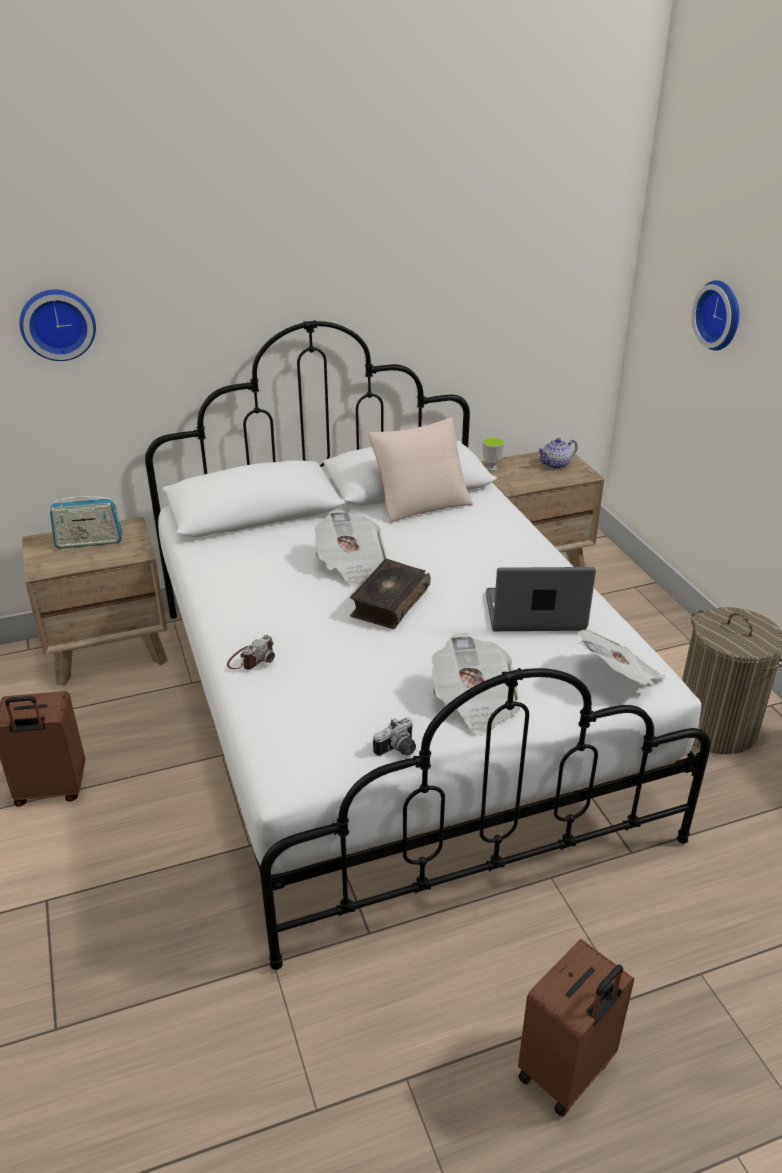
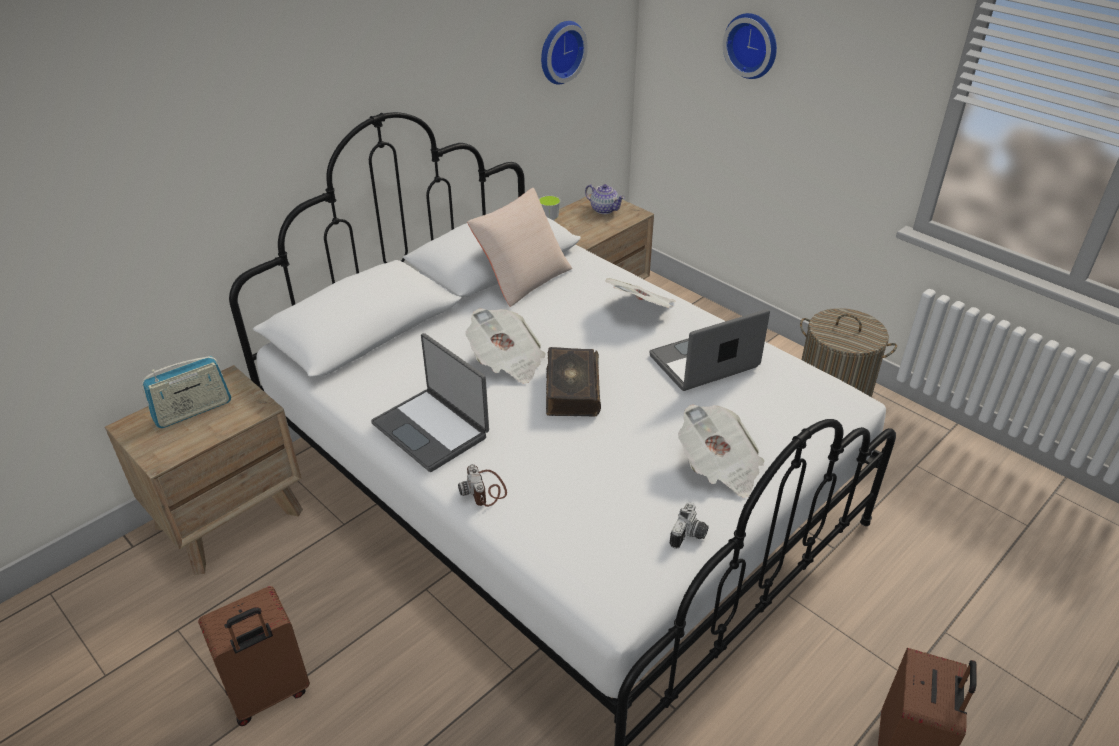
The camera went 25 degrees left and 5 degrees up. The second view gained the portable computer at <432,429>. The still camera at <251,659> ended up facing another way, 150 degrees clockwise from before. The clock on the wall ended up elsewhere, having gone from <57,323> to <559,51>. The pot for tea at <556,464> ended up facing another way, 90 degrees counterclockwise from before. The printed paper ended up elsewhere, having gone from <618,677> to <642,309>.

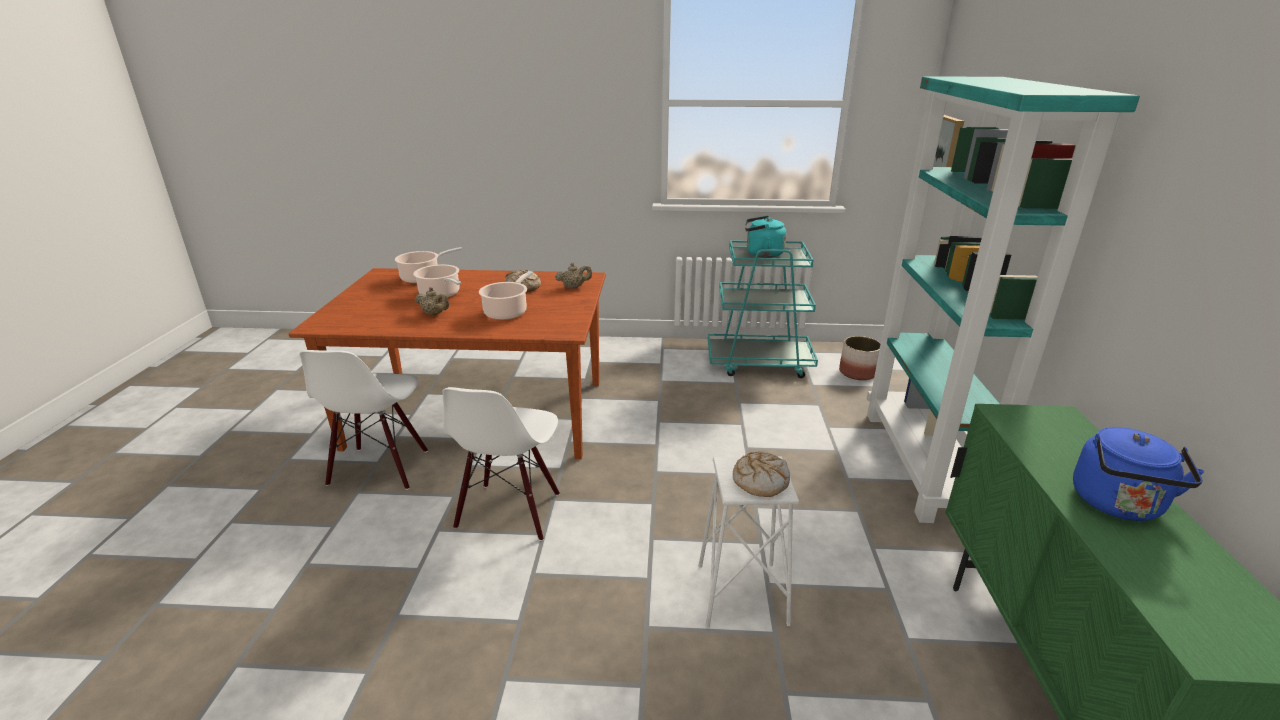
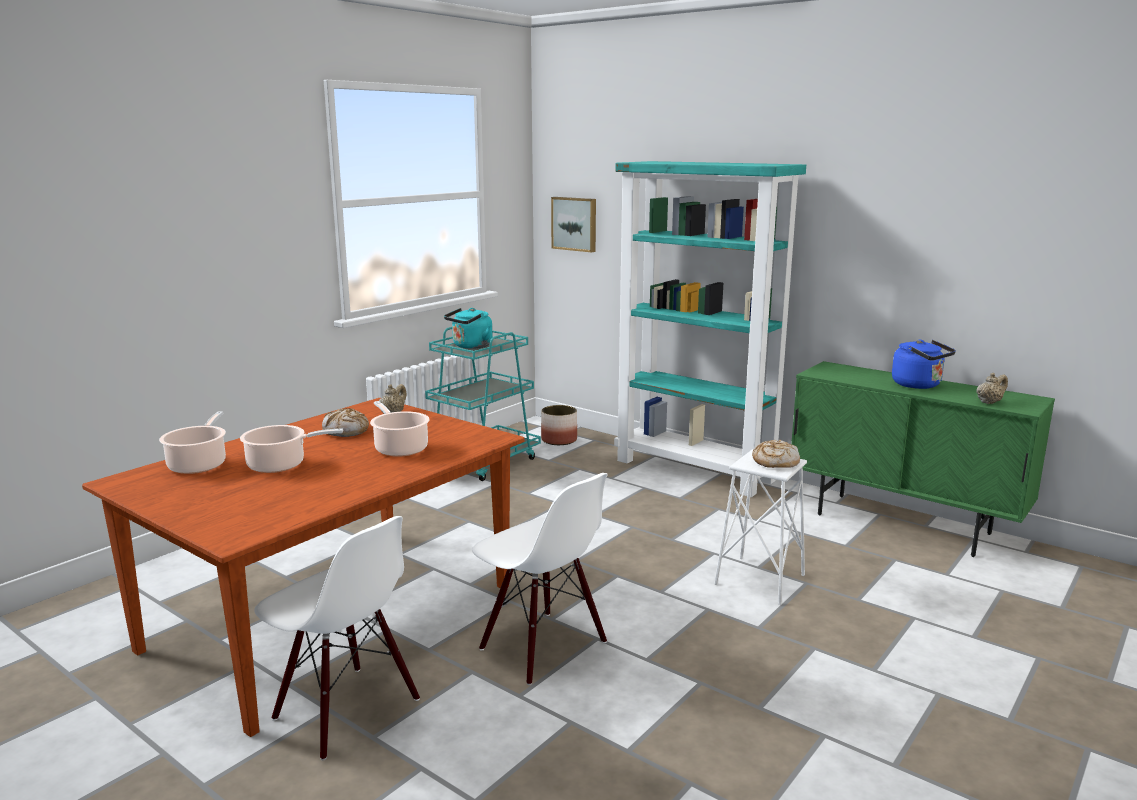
The camera went 55 degrees left and 10 degrees down. The beige pot for tea ended up elsewhere, having gone from <434,314> to <989,402>.

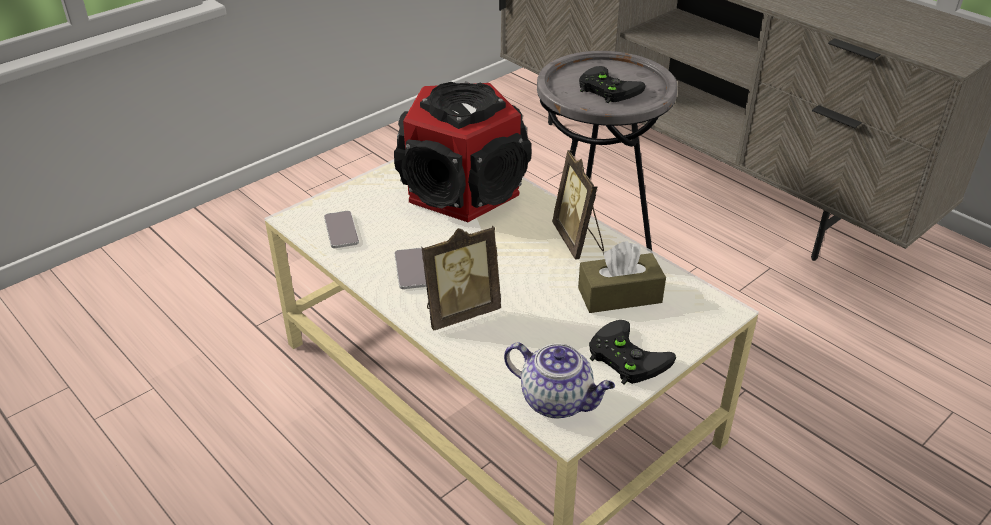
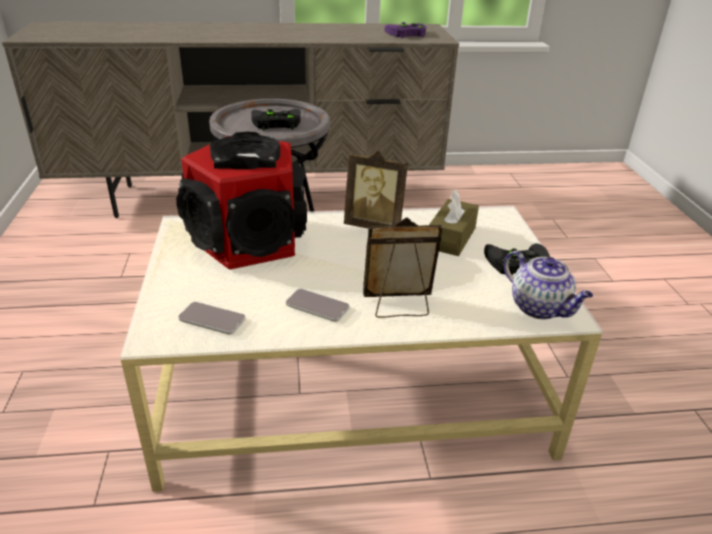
The camera went 55 degrees left and 5 degrees down. The photo frame at <460,312> ended up facing another way, 105 degrees counterclockwise from before. The second view gained the purplish game controller at <405,34>. The pot for tea at <558,401> ended up facing another way, 75 degrees clockwise from before.

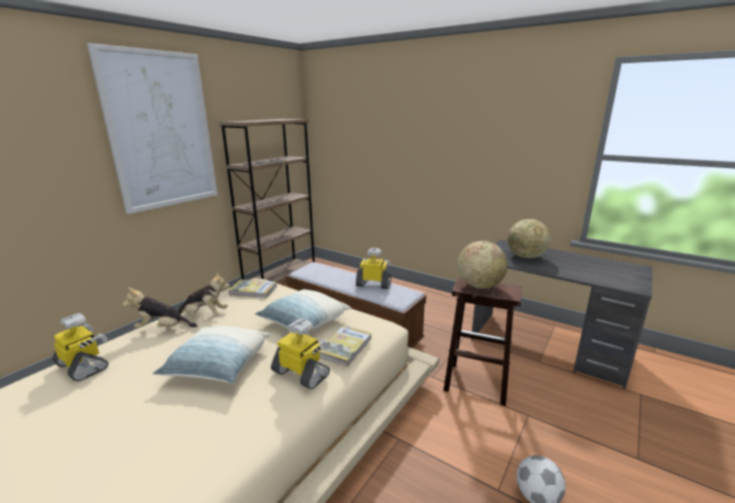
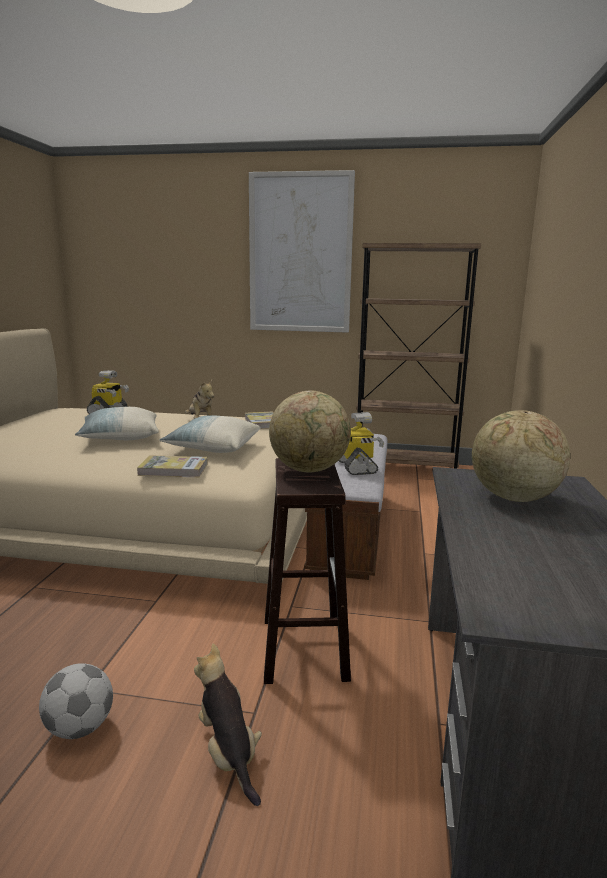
The camera went 65 degrees right and 5 degrees down. The soft toy ended up elsewhere, having gone from <163,329> to <228,753>. The second view lost the toy robot at <302,373>.

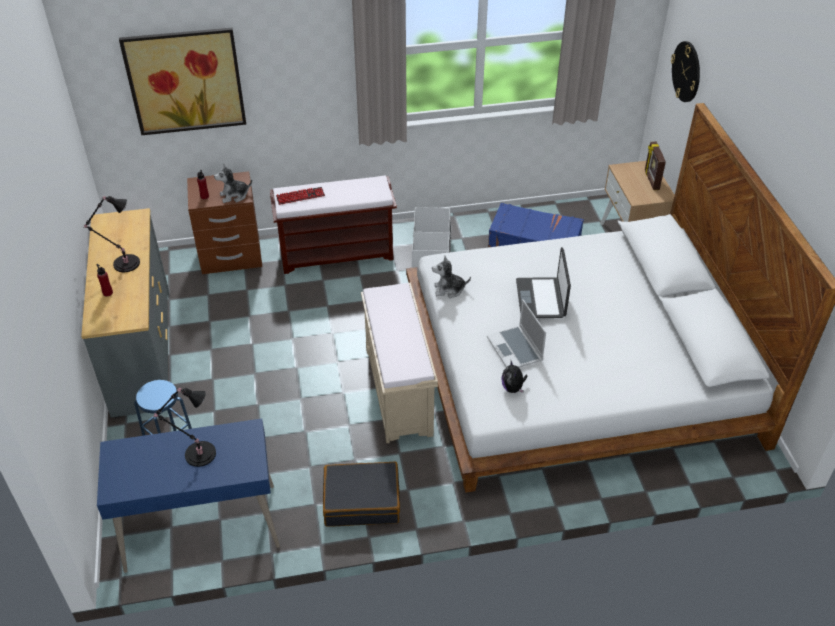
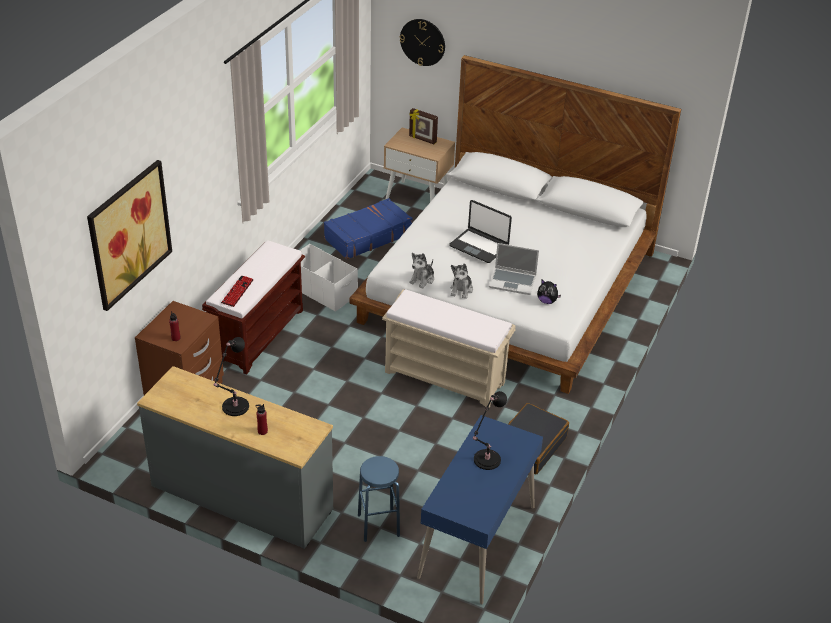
The camera went 55 degrees left and 5 degrees down. The soft toy ended up elsewhere, having gone from <234,195> to <461,290>.

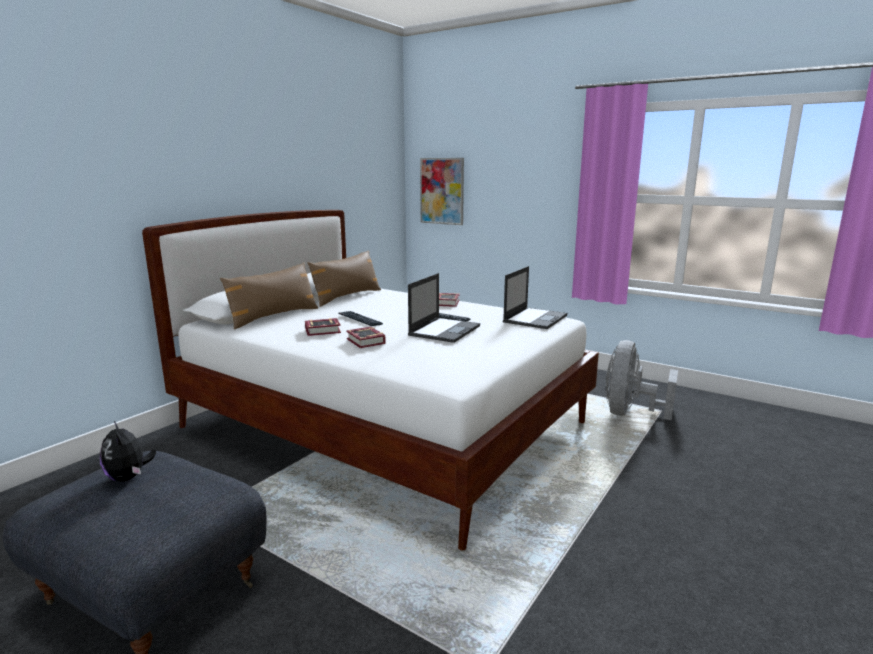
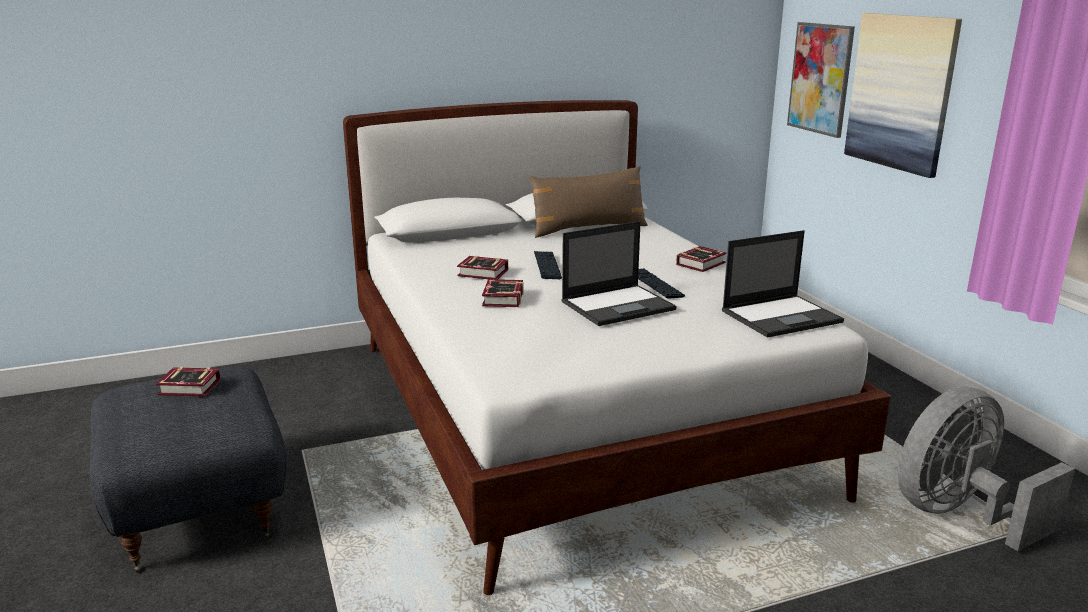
The camera went 35 degrees right and 5 degrees up. Where the soft toy stood at <129,477>, the bound book came to stand at <191,388>. The second view gained the picture at <901,92>. The second view lost the brownish throw pillow at <273,317>.

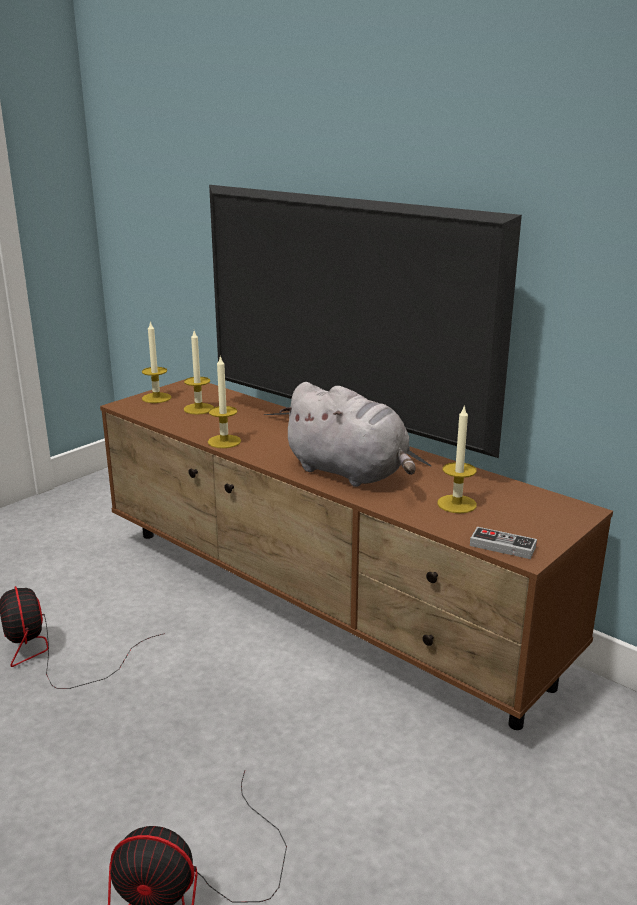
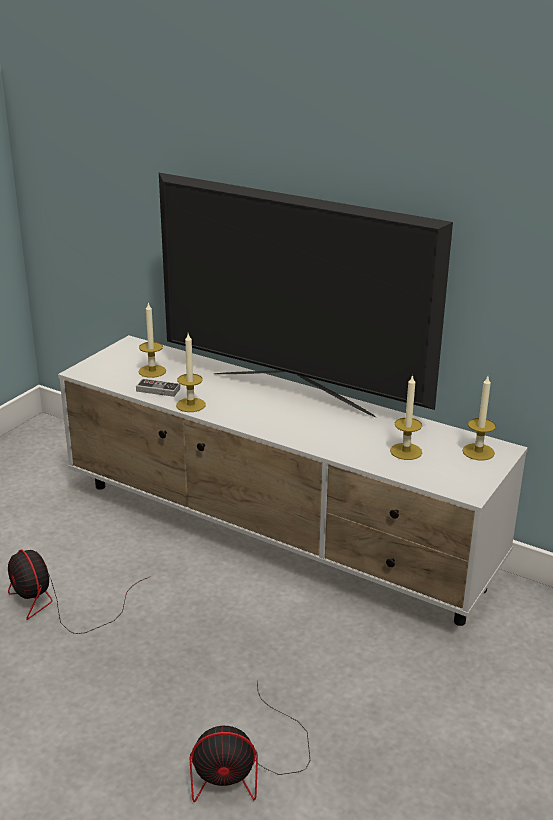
The camera went 10 degrees left and 5 degrees up. What was the brownish tv unit at <321,603> turned into the whitish tv unit at <277,536>. The game controller ended up elsewhere, having gone from <502,546> to <158,390>. The candle ended up elsewhere, having gone from <156,398> to <478,452>. The second view lost the greyish soft toy at <350,473>.

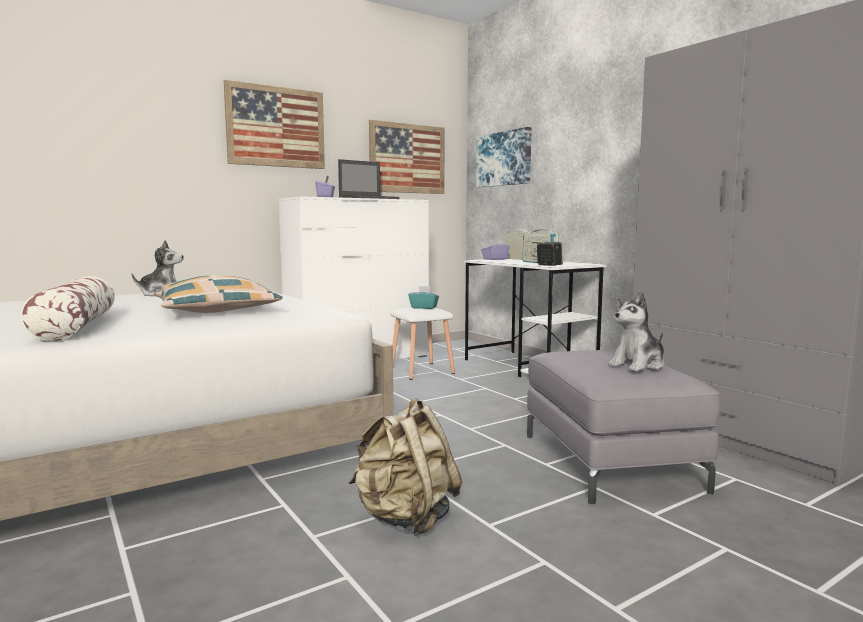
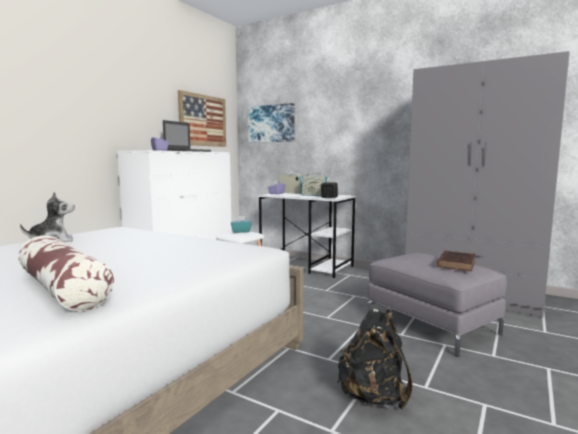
The camera went 25 degrees left and 0 degrees up. What was the beige rucksack at <406,519> turned into the black rucksack at <373,397>. Where the soft toy stood at <638,365>, the brownish bound book came to stand at <456,263>. The second view lost the throw pillow at <216,310>. The second view lost the picture at <276,127>.

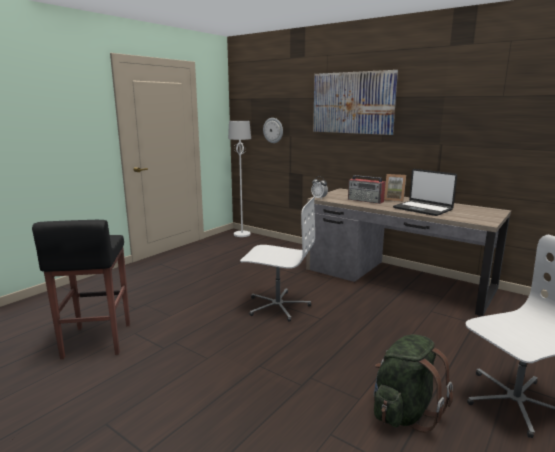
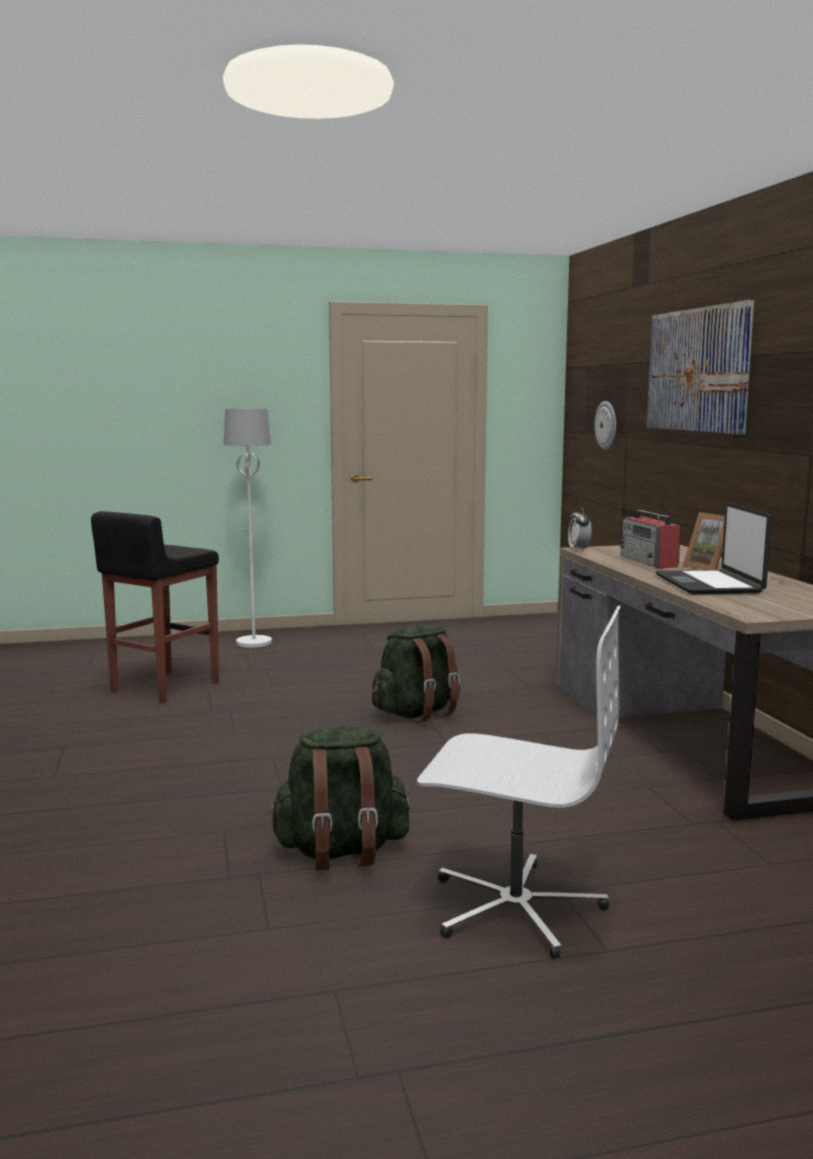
The camera went 40 degrees right and 5 degrees down. The whitish standing lamp ended up elsewhere, having gone from <241,234> to <253,642>. Where the whitish desk chair stood at <277,306>, the green-coloured rucksack came to stand at <417,713>.

